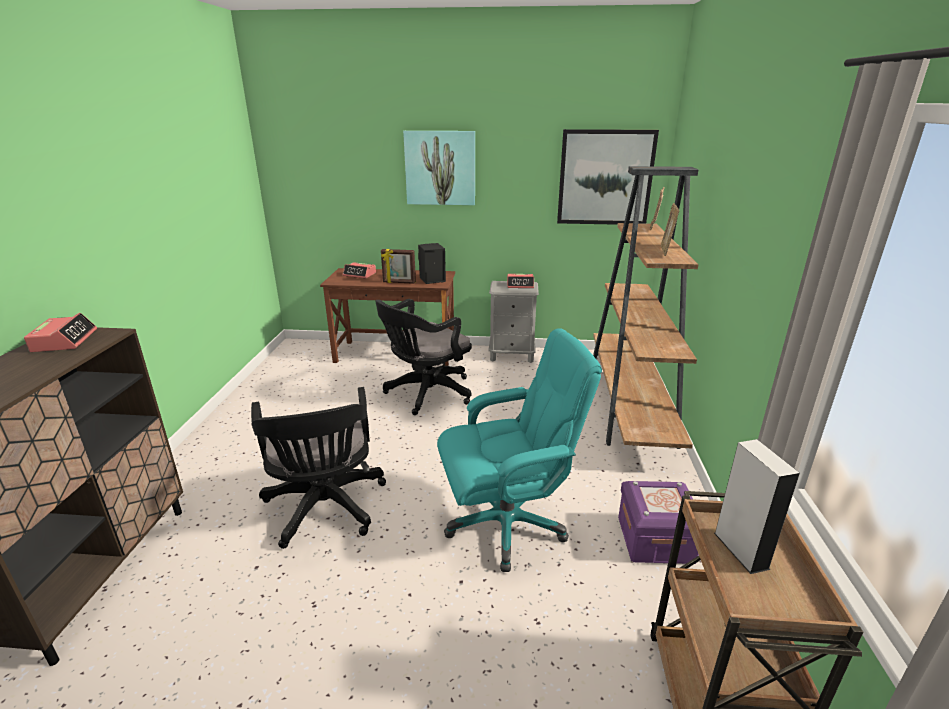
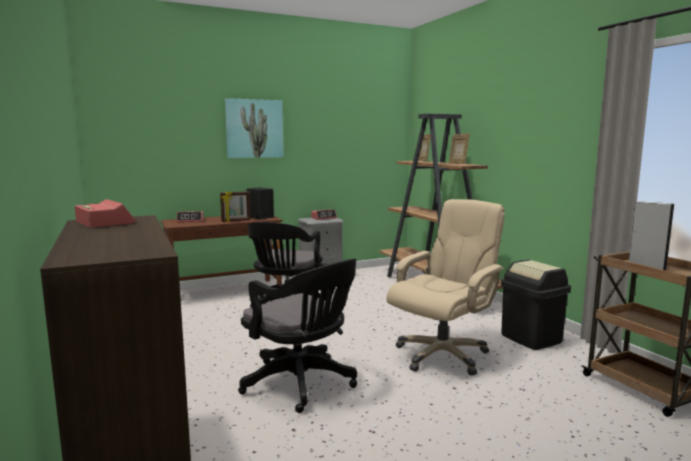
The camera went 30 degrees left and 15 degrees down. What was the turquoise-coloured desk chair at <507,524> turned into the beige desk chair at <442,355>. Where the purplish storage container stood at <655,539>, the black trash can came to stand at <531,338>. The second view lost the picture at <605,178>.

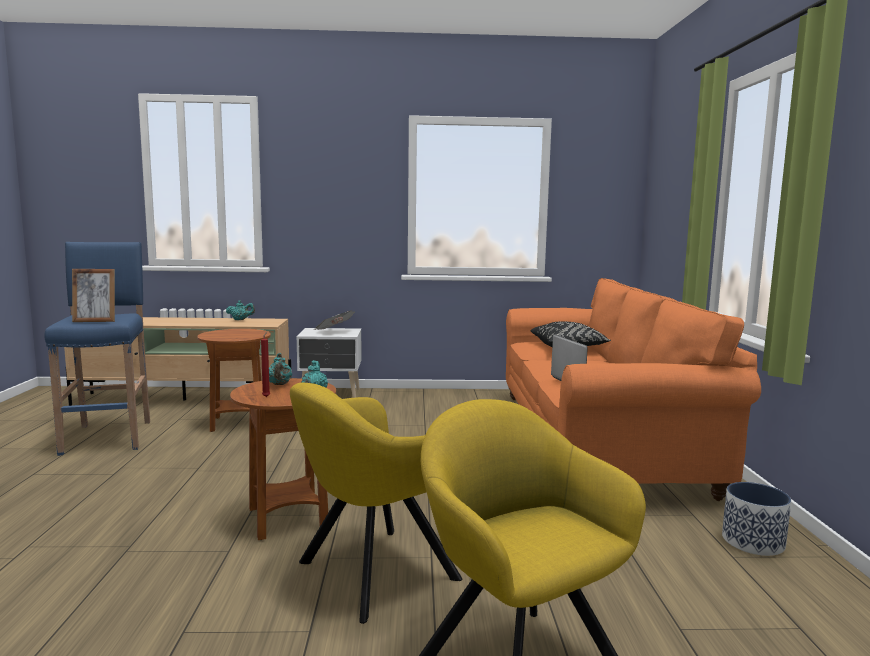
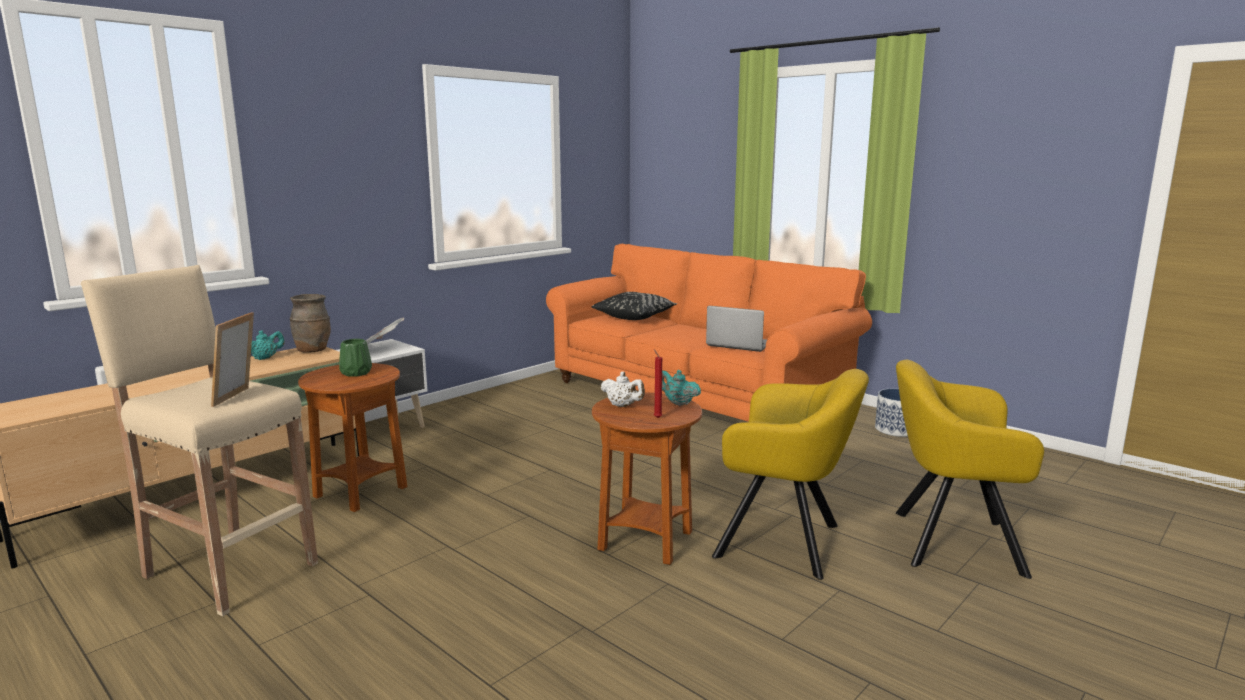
The camera went 45 degrees left and 5 degrees up. What was the blue stool at <109,436> turned into the beige stool at <228,569>. The photo frame at <95,321> ended up facing another way, 150 degrees clockwise from before. The second view gained the brownish decorative vase at <313,350>. The second view gained the green-coloured decorative vase at <355,373>. What was the turquoise-coloured pot for tea at <279,384> turned into the whitish pot for tea at <623,406>. The yellowish lounge chair at <370,573> ended up facing another way, 75 degrees counterclockwise from before.

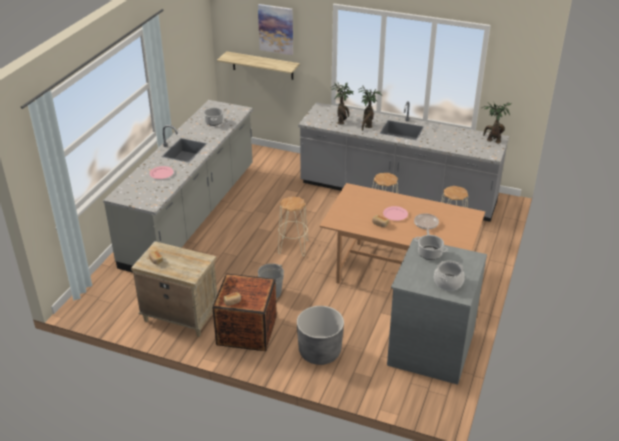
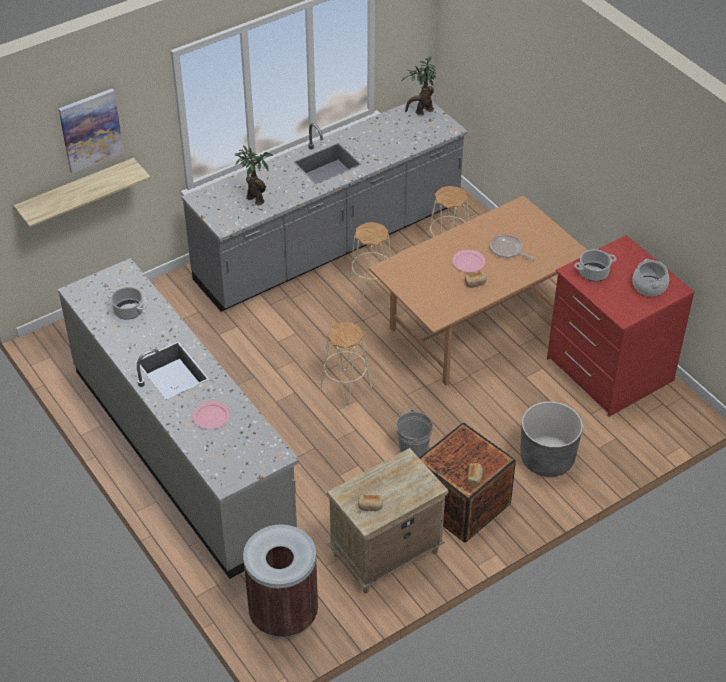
The camera went 55 degrees left and 10 degrees up. The second view gained the brownish trash can at <283,615>. What was the greyish dresser at <429,347> turned into the reddish dresser at <608,370>. The second view lost the houseplant at <367,126>.

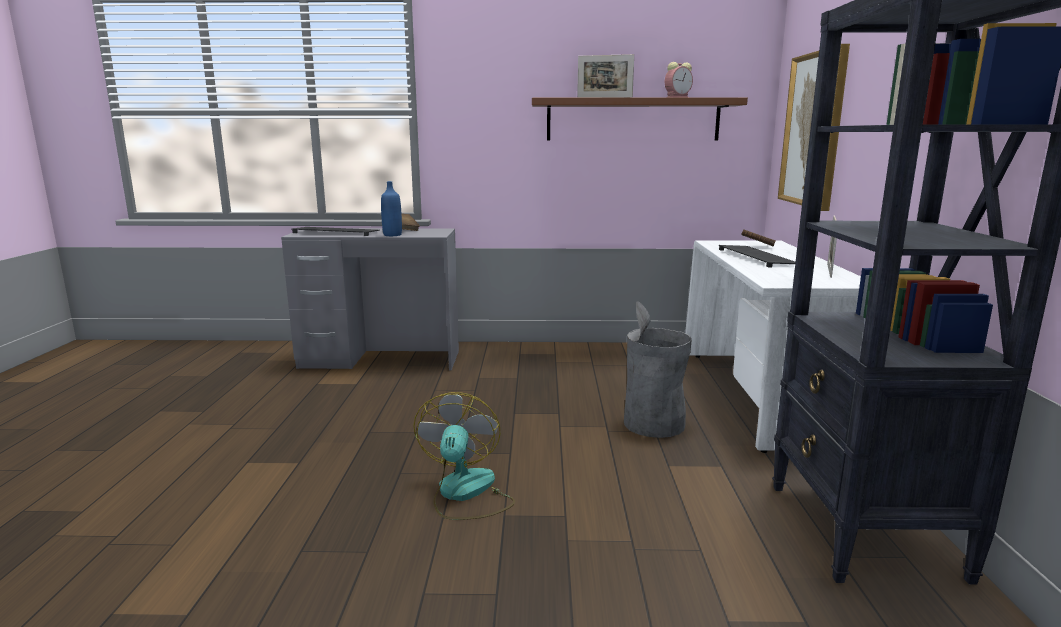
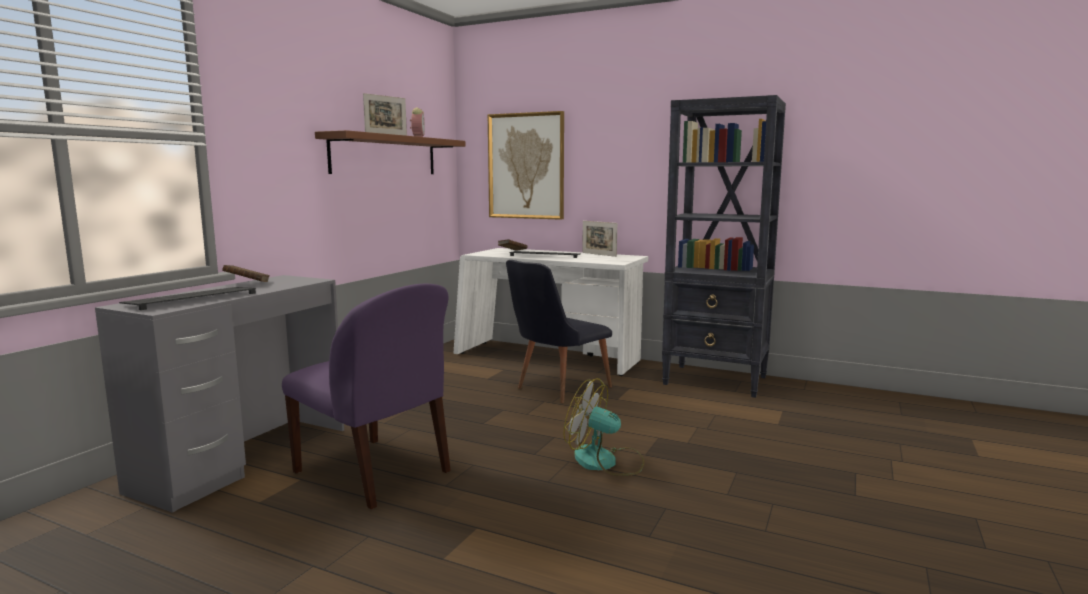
The camera went 65 degrees left and 5 degrees down. The second view gained the purplish chair at <374,473>. Where the greyish trash can stood at <654,424>, the black chair came to stand at <556,389>. The second view lost the blue beverage bottle at <392,235>.

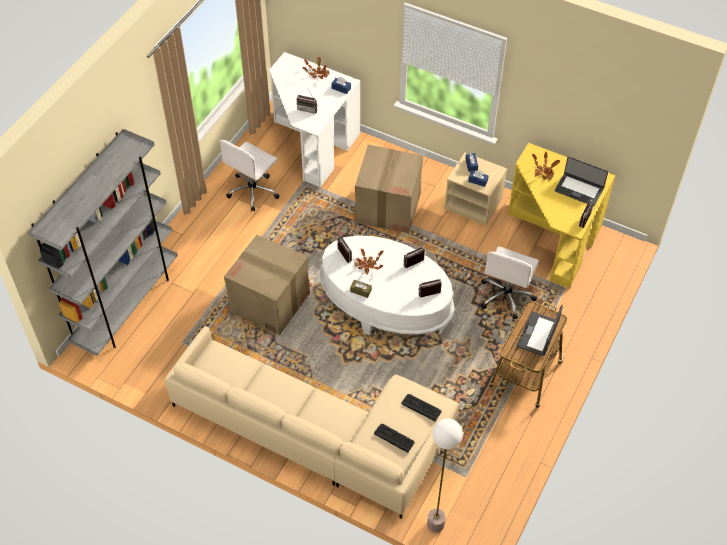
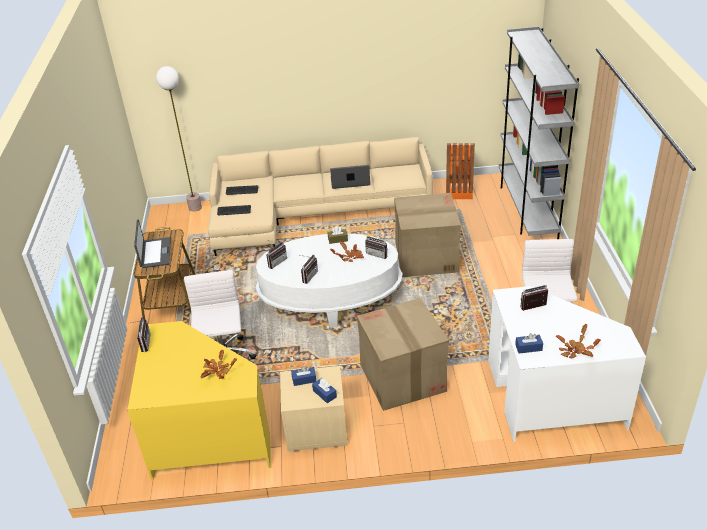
The camera went 150 degrees right and 15 degrees down. The portable computer ended up elsewhere, having gone from <579,189> to <350,182>. The second view gained the orangey trash can at <458,192>.

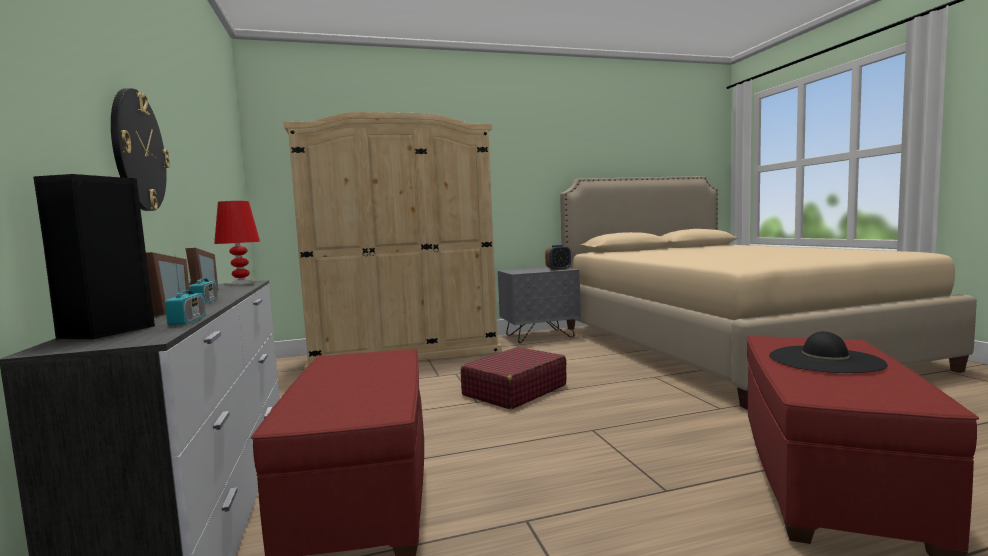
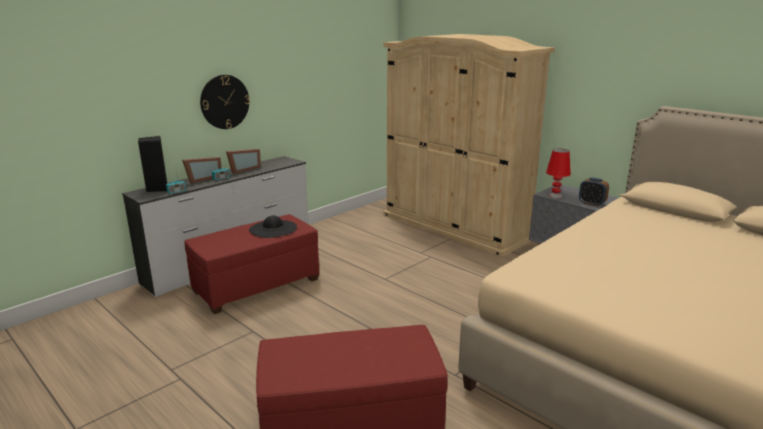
The camera went 60 degrees right and 15 degrees up. The black clothing hat ended up elsewhere, having gone from <825,360> to <273,229>. The reddish table lamp ended up elsewhere, having gone from <242,283> to <555,195>. The second view lost the reddish piece of luggage at <514,390>.

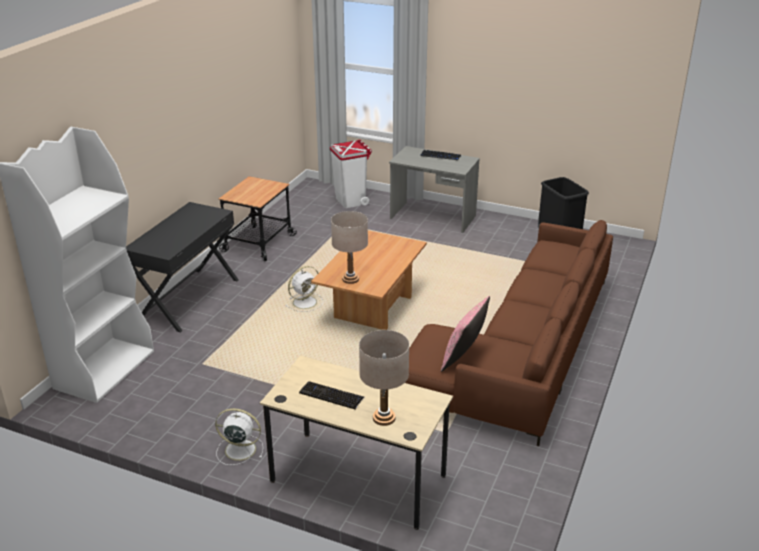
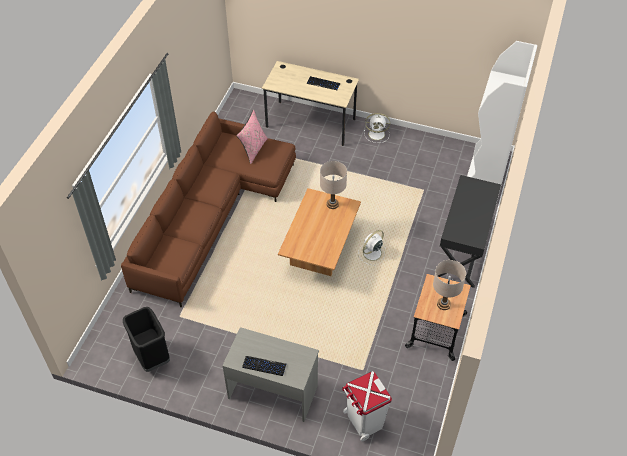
The camera went 175 degrees right and 20 degrees up. The beige table lamp ended up elsewhere, having gone from <384,418> to <443,304>.

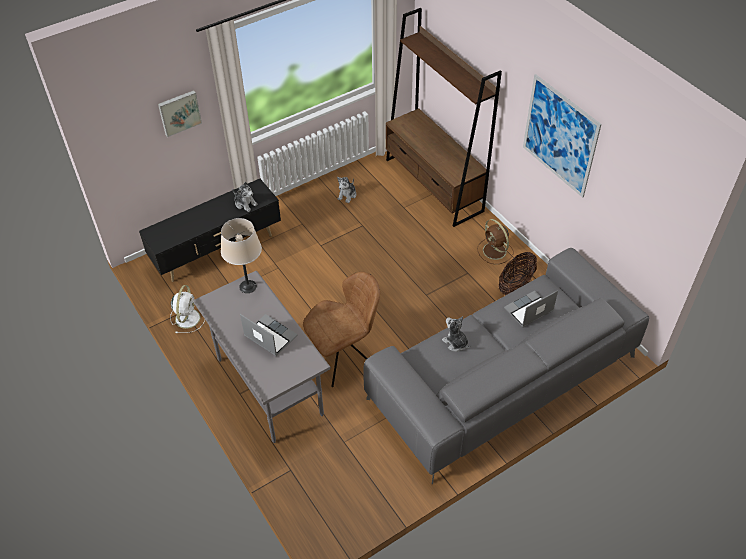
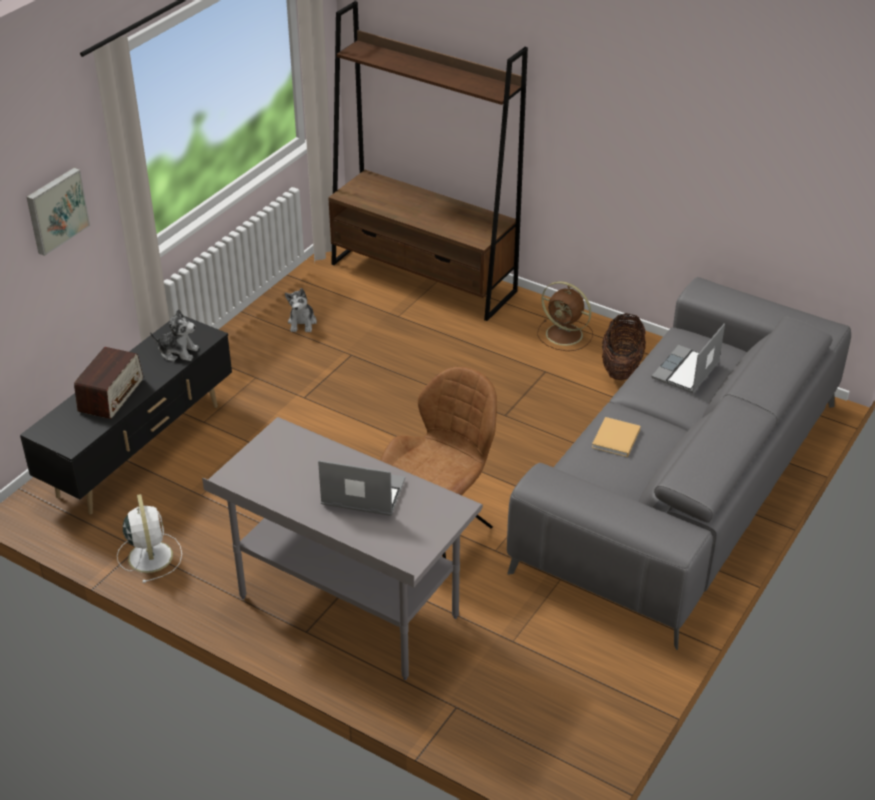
The camera went 25 degrees left and 10 degrees down. The second view gained the radio at <111,395>. Where the soft toy stood at <455,343>, the beige bound book came to stand at <615,439>. The second view lost the beige table lamp at <248,286>. The second view lost the picture at <560,136>.

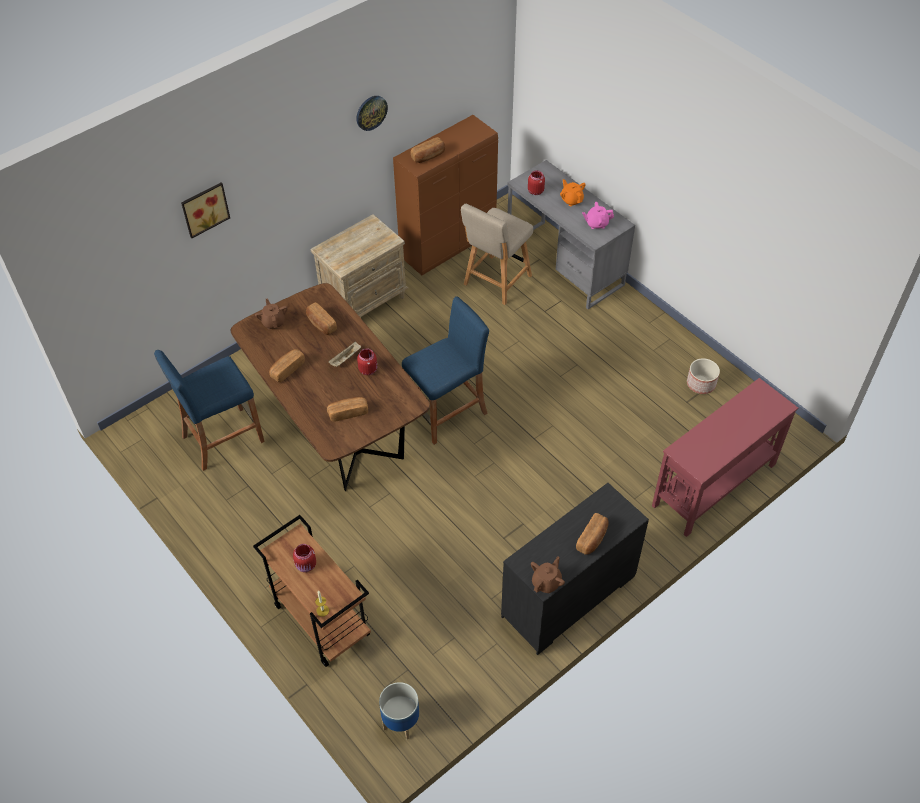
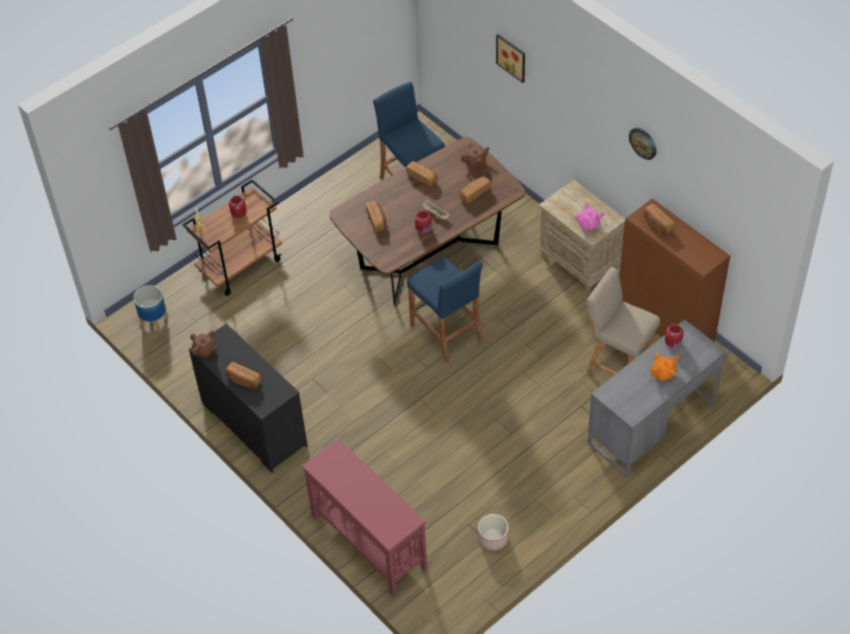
The camera went 90 degrees right and 0 degrees up. The pinkish pot for tea ended up elsewhere, having gone from <596,223> to <588,224>.

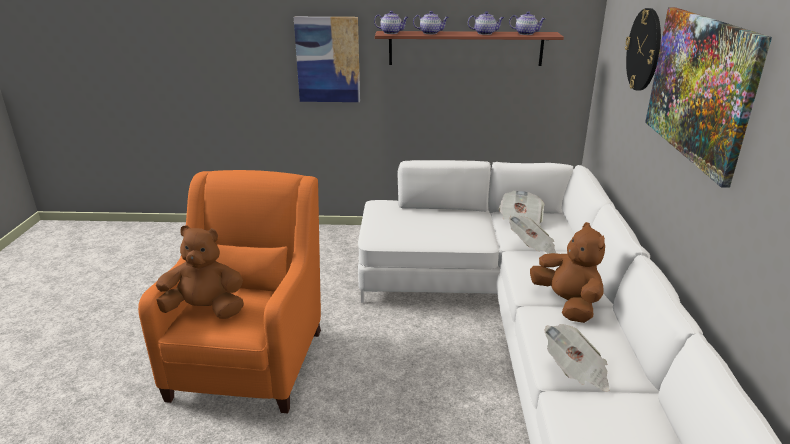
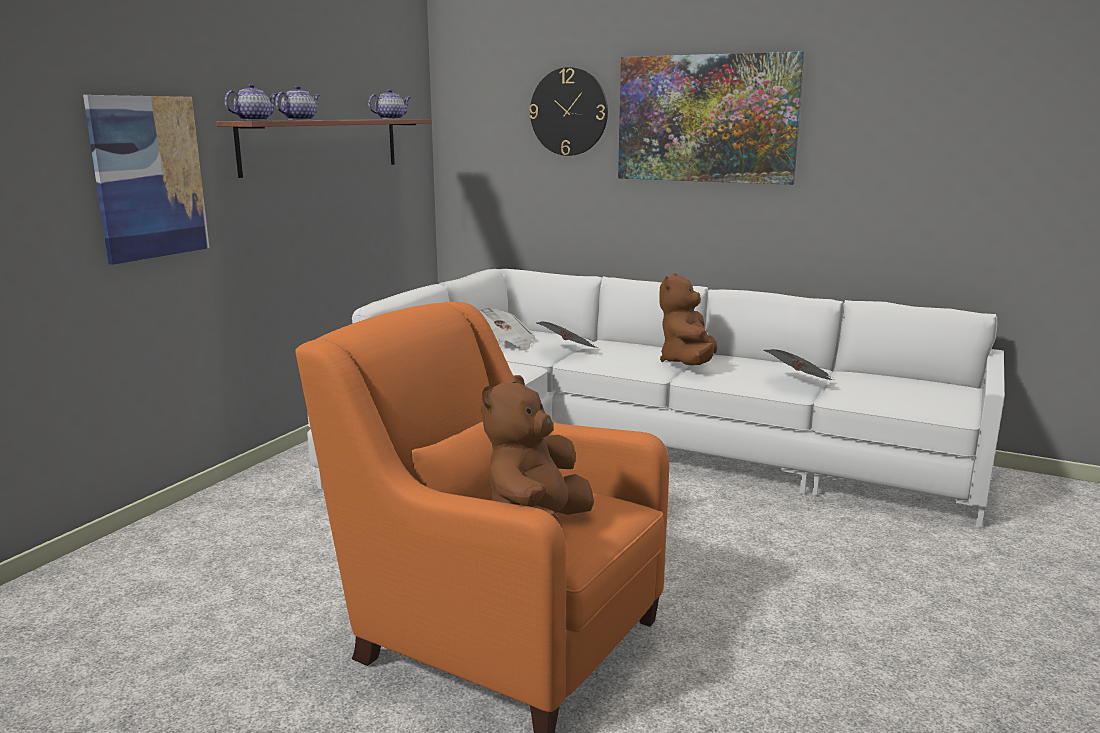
The camera went 65 degrees left and 10 degrees down. The brownish soft toy at <567,304> ended up facing another way, 75 degrees counterclockwise from before. The second view lost the pot for tea at <485,33>.

